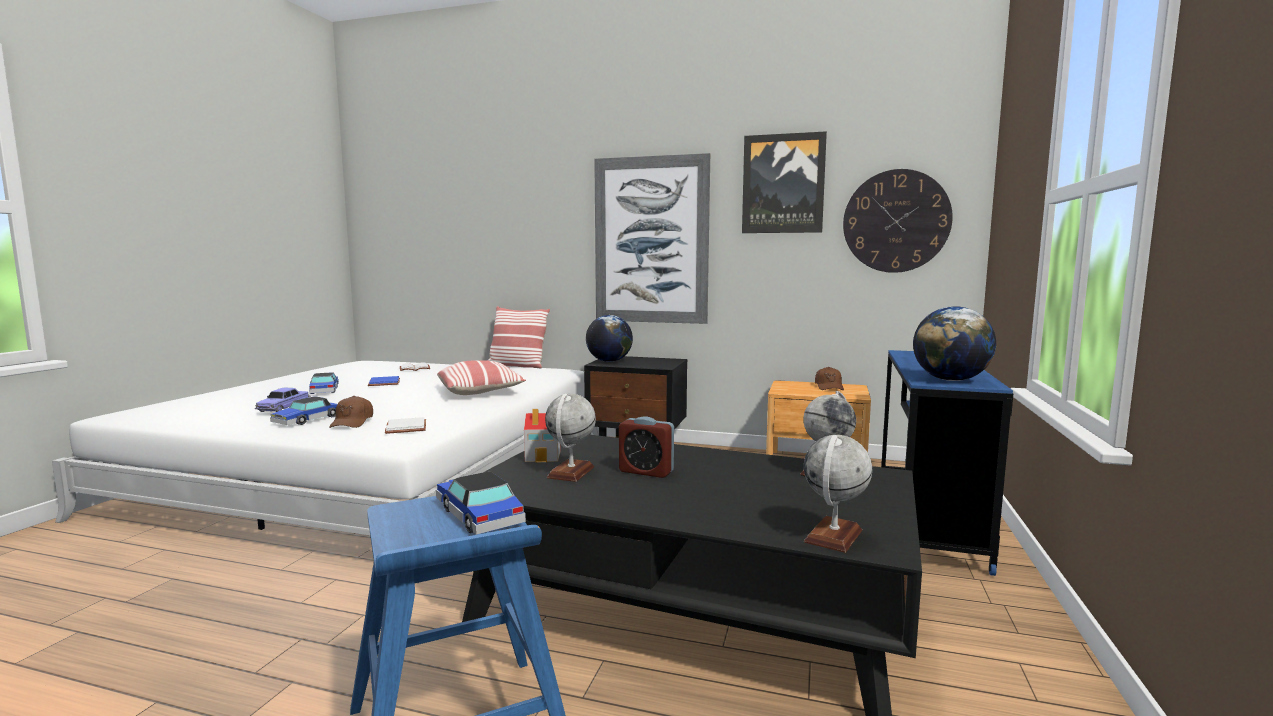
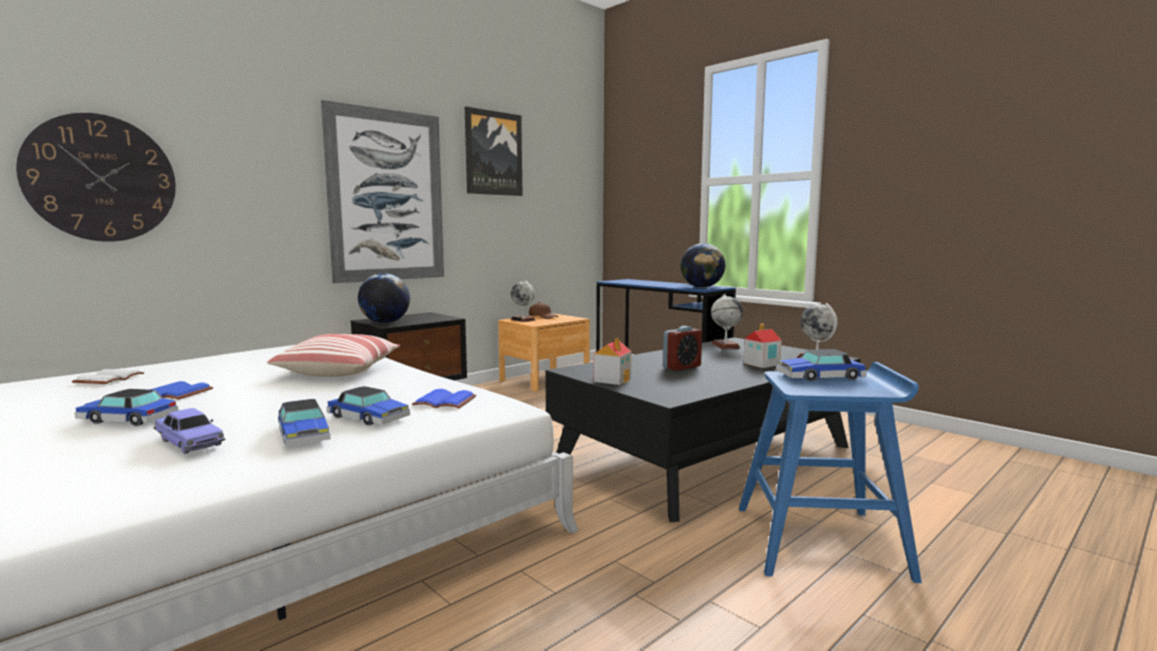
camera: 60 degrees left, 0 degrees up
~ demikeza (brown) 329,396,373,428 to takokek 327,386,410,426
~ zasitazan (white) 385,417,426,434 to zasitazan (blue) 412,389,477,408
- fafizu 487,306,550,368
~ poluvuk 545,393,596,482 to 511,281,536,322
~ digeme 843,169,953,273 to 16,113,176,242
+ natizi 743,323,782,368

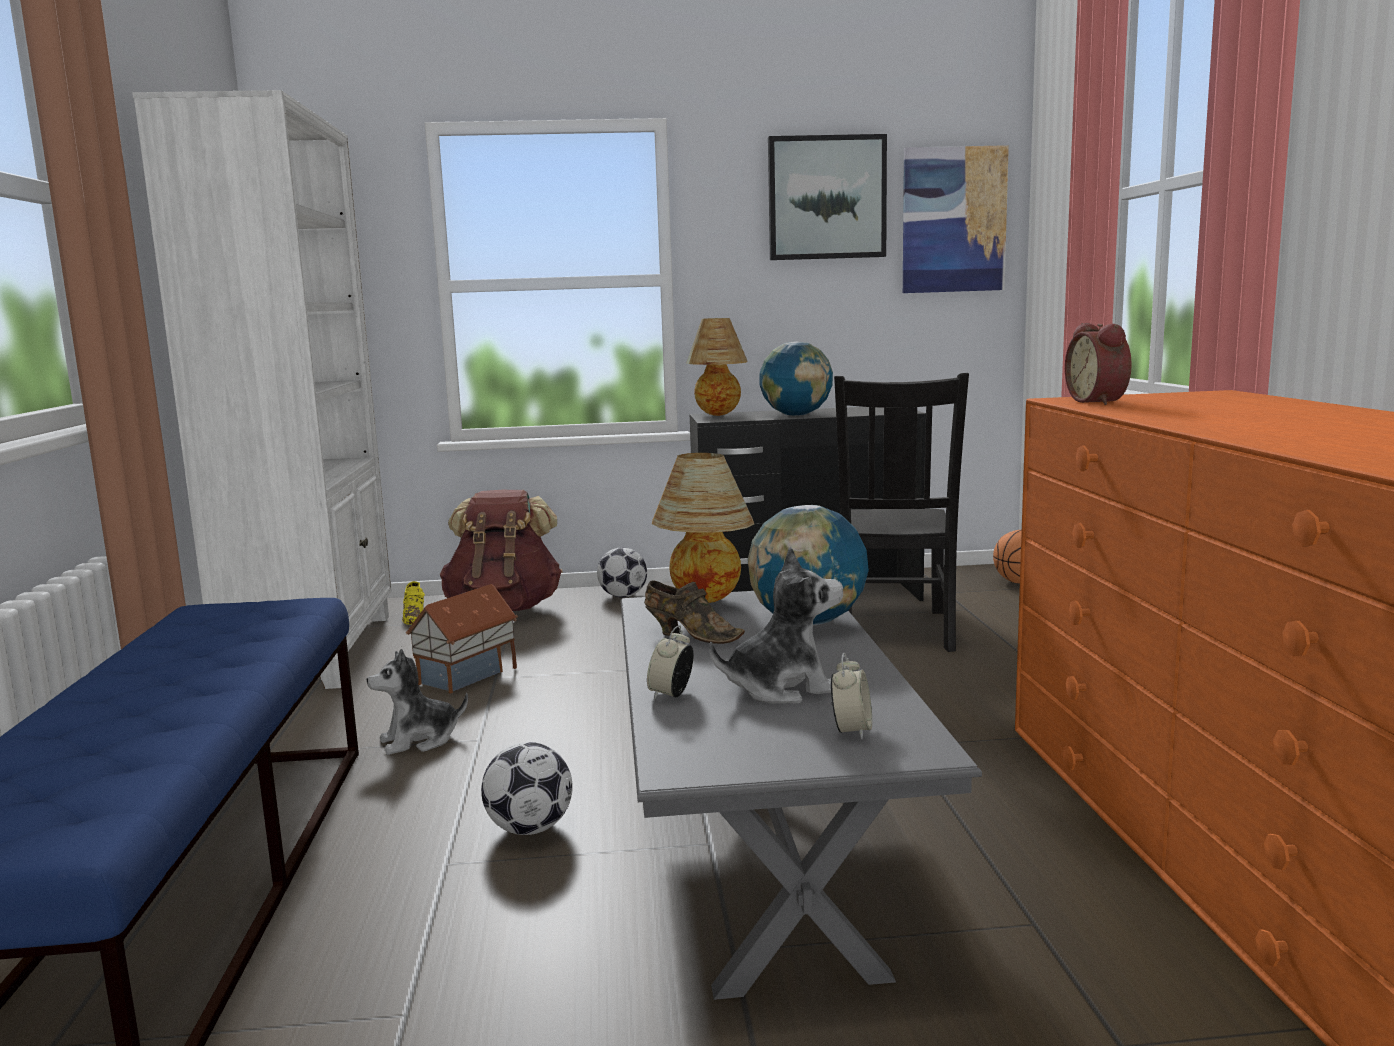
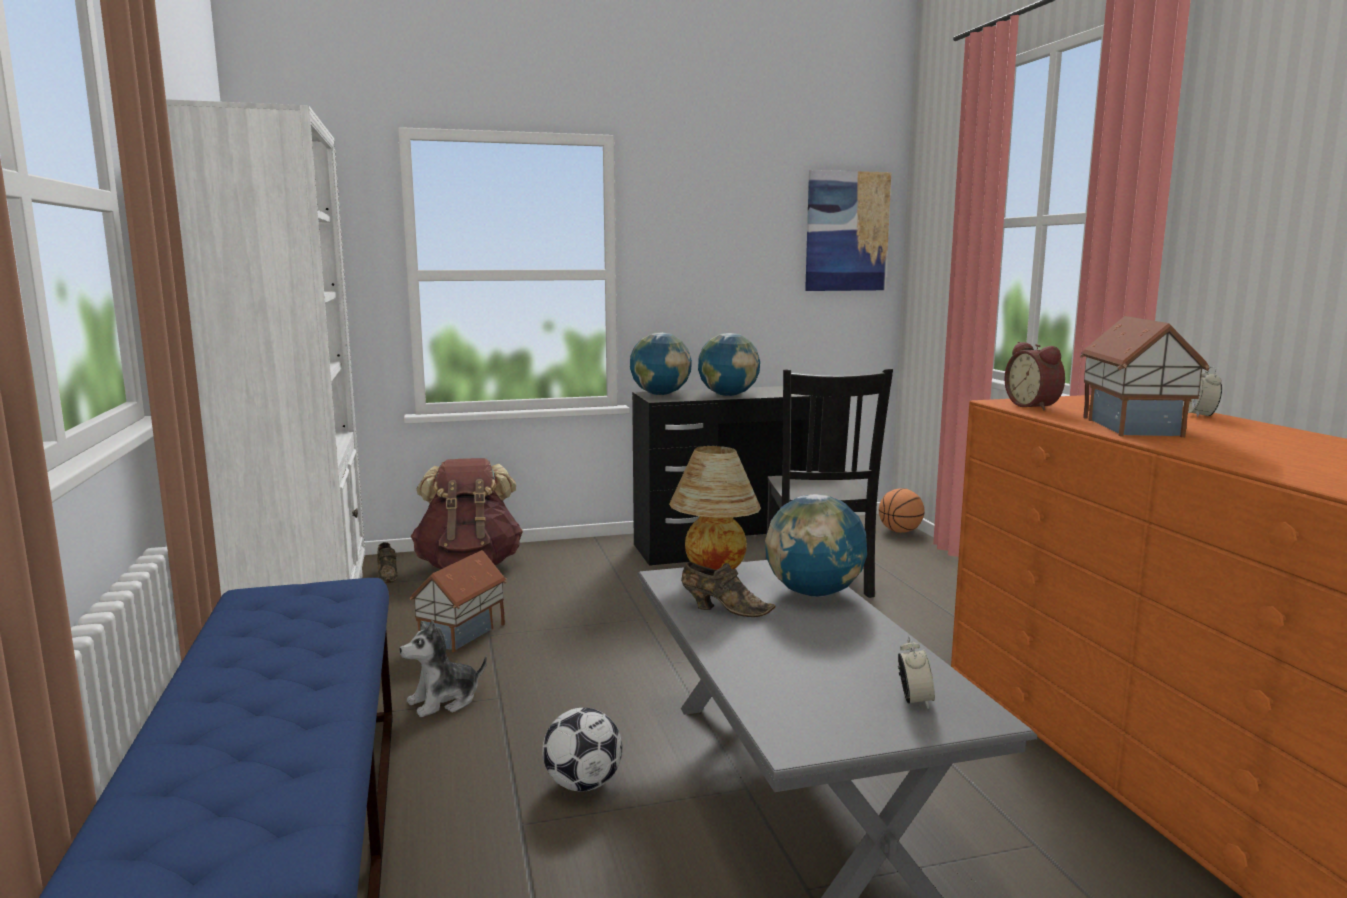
camera: 10 degrees left, 0 degrees up
~ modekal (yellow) 402,581,425,625 to modekal (brown) 377,542,398,583
- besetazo 597,547,647,598
~ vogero 647,625,694,700 to 1188,366,1222,417
~ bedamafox 686,318,748,416 to poluvuk 630,333,692,395
- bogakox 709,546,843,704
- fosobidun 768,134,887,260
+ natizi 1080,316,1209,438

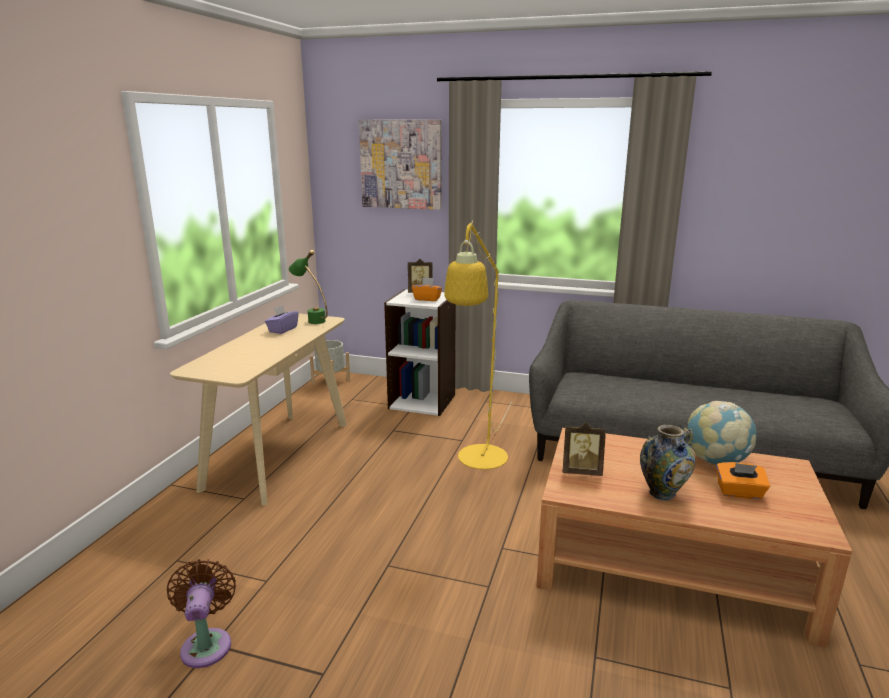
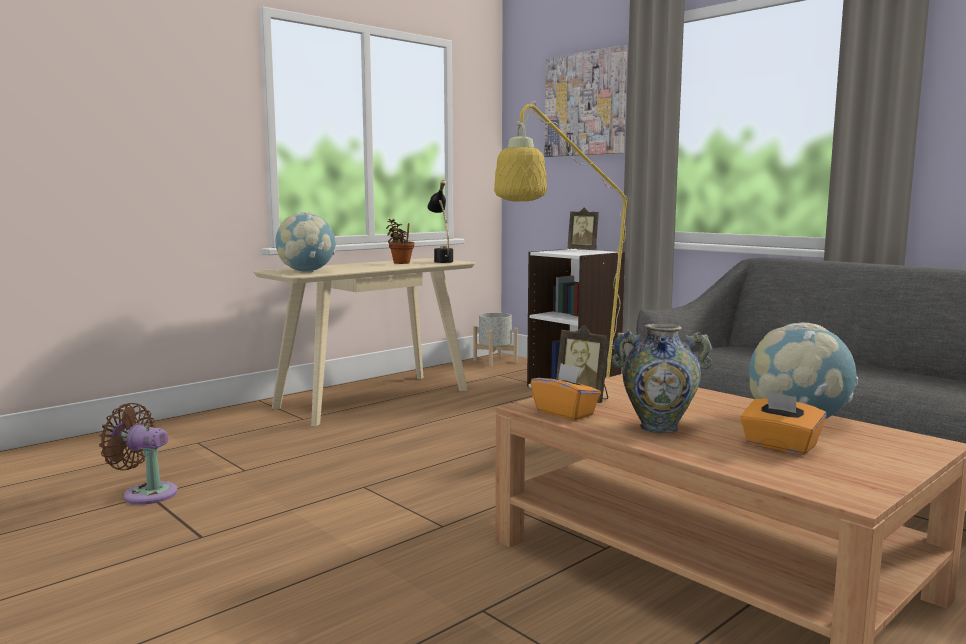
camera: 30 degrees right, 10 degrees down
~ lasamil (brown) 167,559,236,668 = 99,403,178,505 90 degrees counterclockwise
~ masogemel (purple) 265,305,299,334 to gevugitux 386,219,414,264
~ bedamafox (green) 289,250,328,324 to bedamafox (black) 427,180,453,263
~ masogemel (orange) 412,277,442,301 to 531,363,601,421
+ poluvuk 276,212,336,272

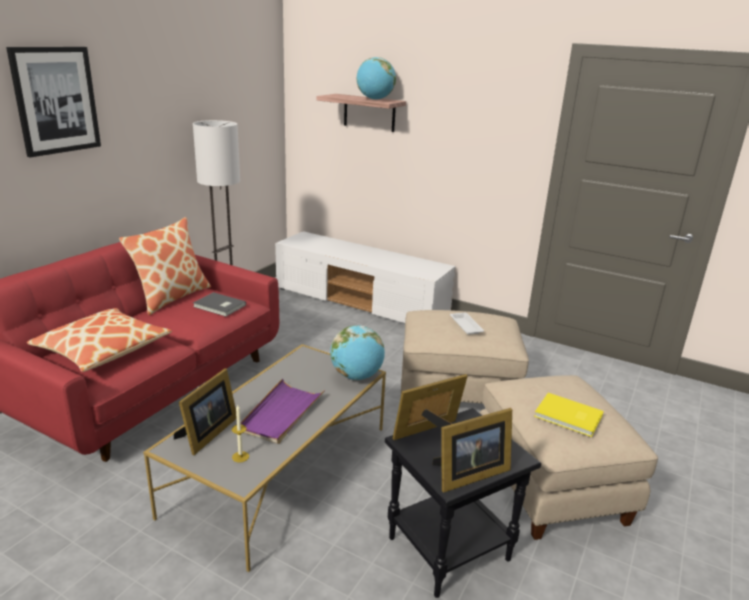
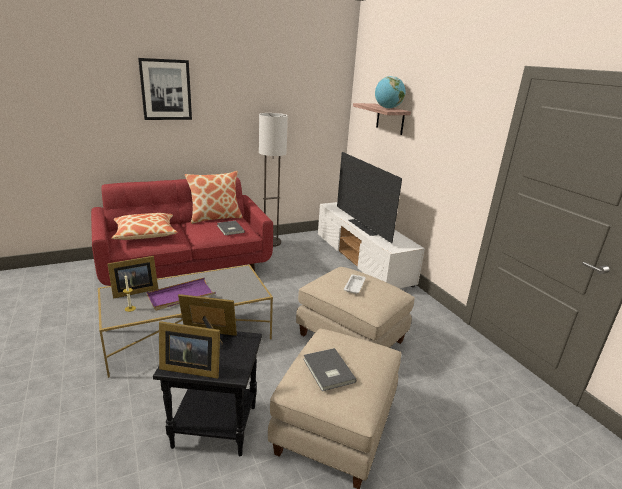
camera: 35 degrees right, 0 degrees up
- poluvuk 330,325,385,380
~ zasitazan (yellow) 534,393,603,437 to zasitazan (grey) 303,348,357,391
+ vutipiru 337,152,402,243

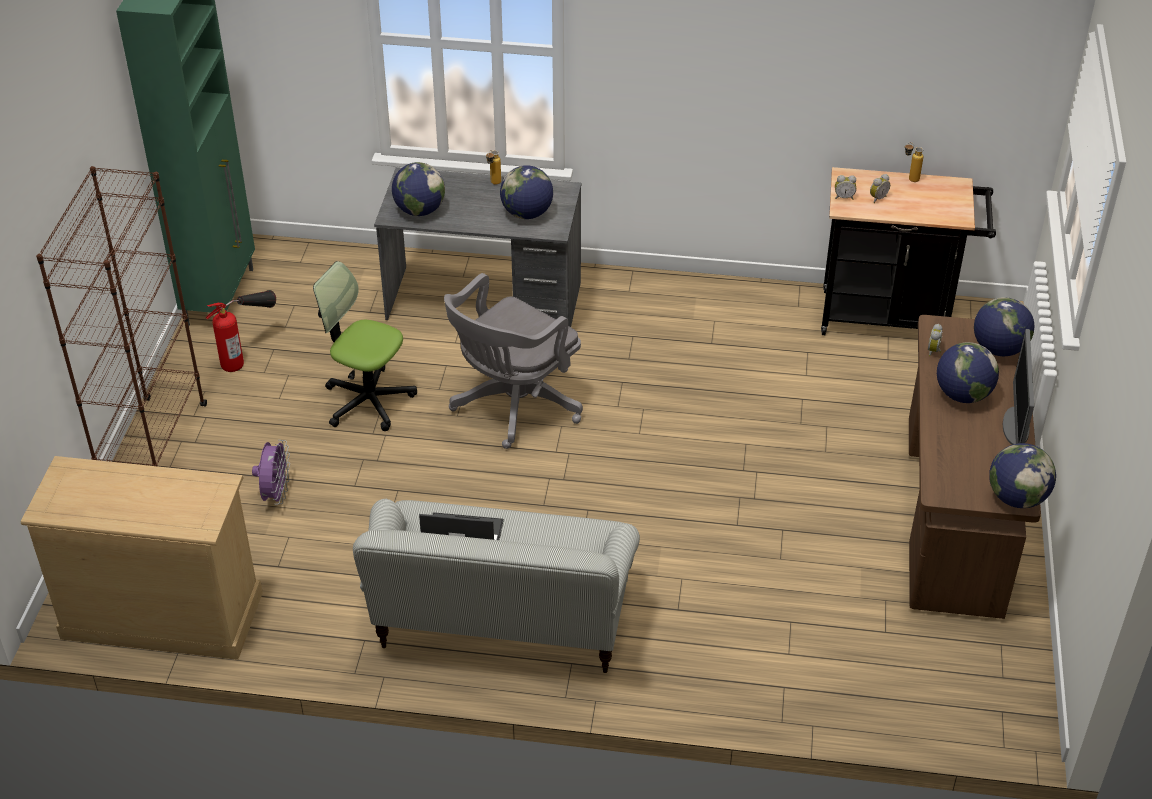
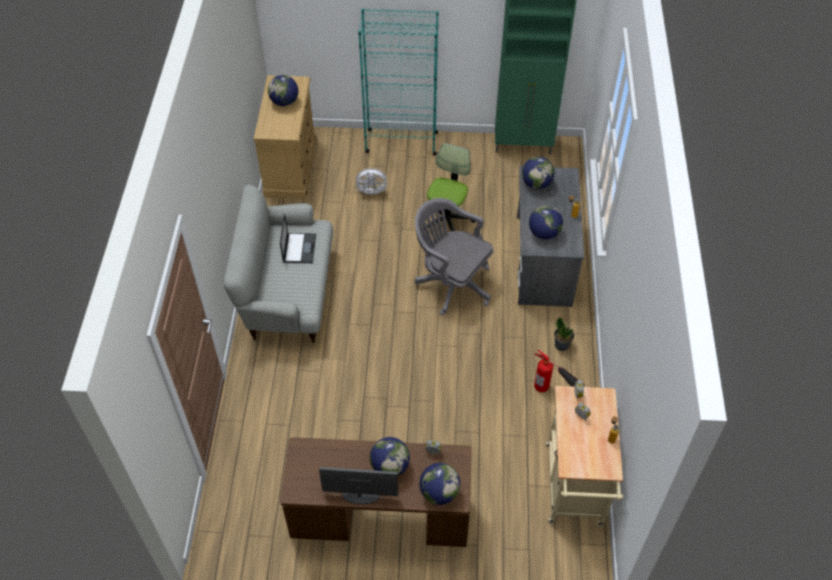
camera: 85 degrees right, 10 degrees up
~ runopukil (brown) 36,166,207,466 to runopukil (turquoise) 358,8,439,156
~ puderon 206,290,276,372 to 534,350,585,392
~ lasamil (purple) 252,440,290,505 to lasamil (white) 354,168,389,197
~ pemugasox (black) 821,167,996,335 to pemugasox (beige) 545,386,623,526
~ poluvuk 989,443,1056,508 to 268,75,298,106
+ gevugitux 554,317,574,351

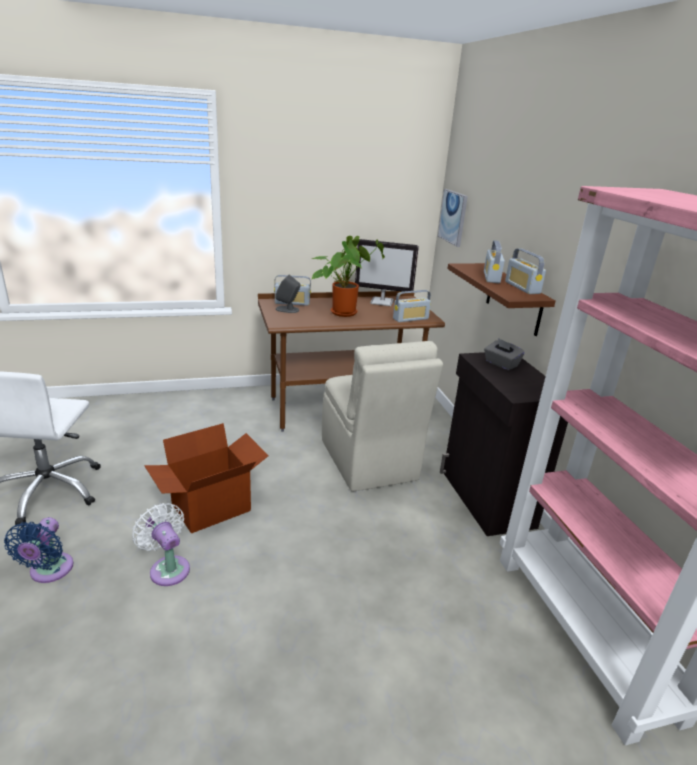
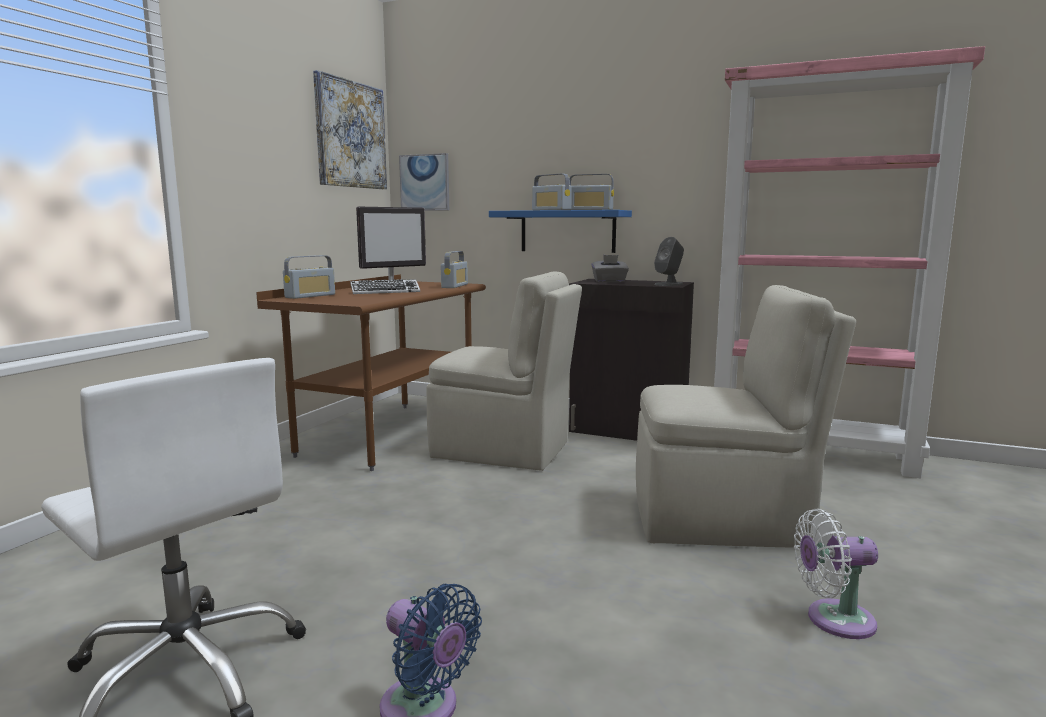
camera: 50 degrees left, 15 degrees down
~ lasamil (white) 132,503,190,586 to 794,509,878,639
- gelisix 144,423,269,533
~ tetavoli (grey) 275,274,301,313 to 654,237,684,286
~ gevugitux 312,236,385,317 to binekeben 350,279,420,294
~ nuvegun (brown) 447,263,556,336 to nuvegun (blue) 489,210,632,253
+ fosobidun 313,70,387,189
+ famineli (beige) 636,285,856,548

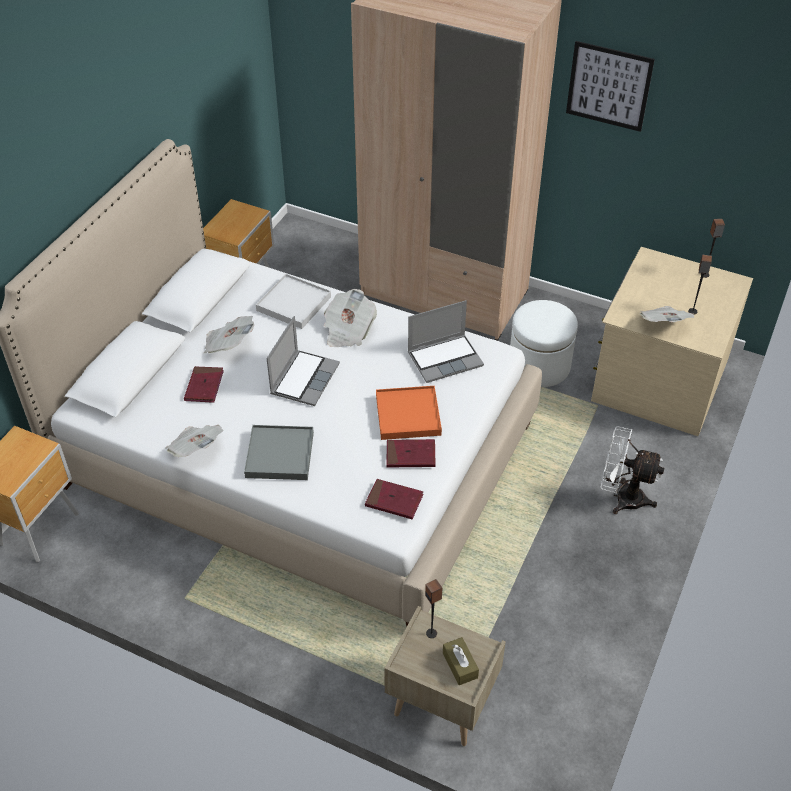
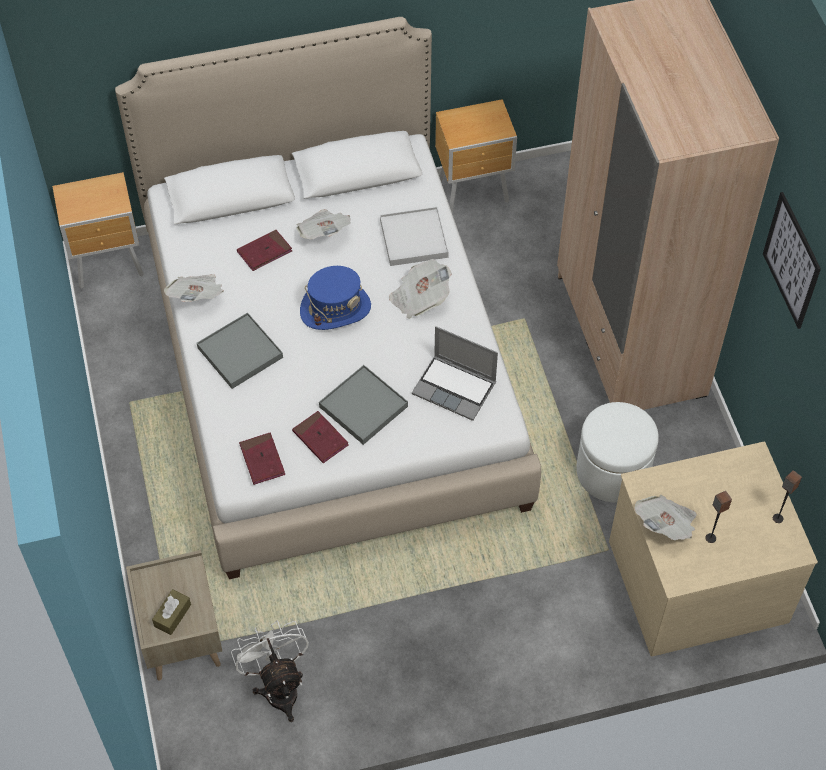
camera: 50 degrees right, 10 degrees up
~ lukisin 266,316,340,406 to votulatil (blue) 300,266,371,330
~ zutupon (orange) 376,386,442,440 to zutupon (grey) 319,365,408,445
- tetavoli 425,579,442,638
~ lasamil (white) 601,426,664,514 to 231,620,309,722

